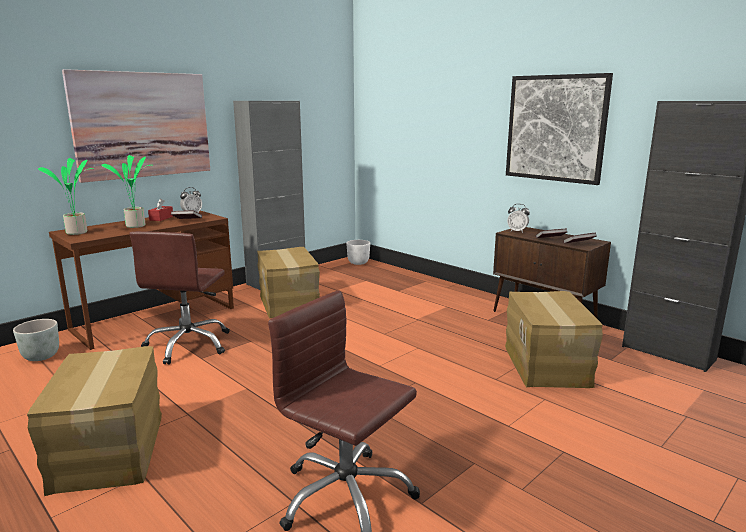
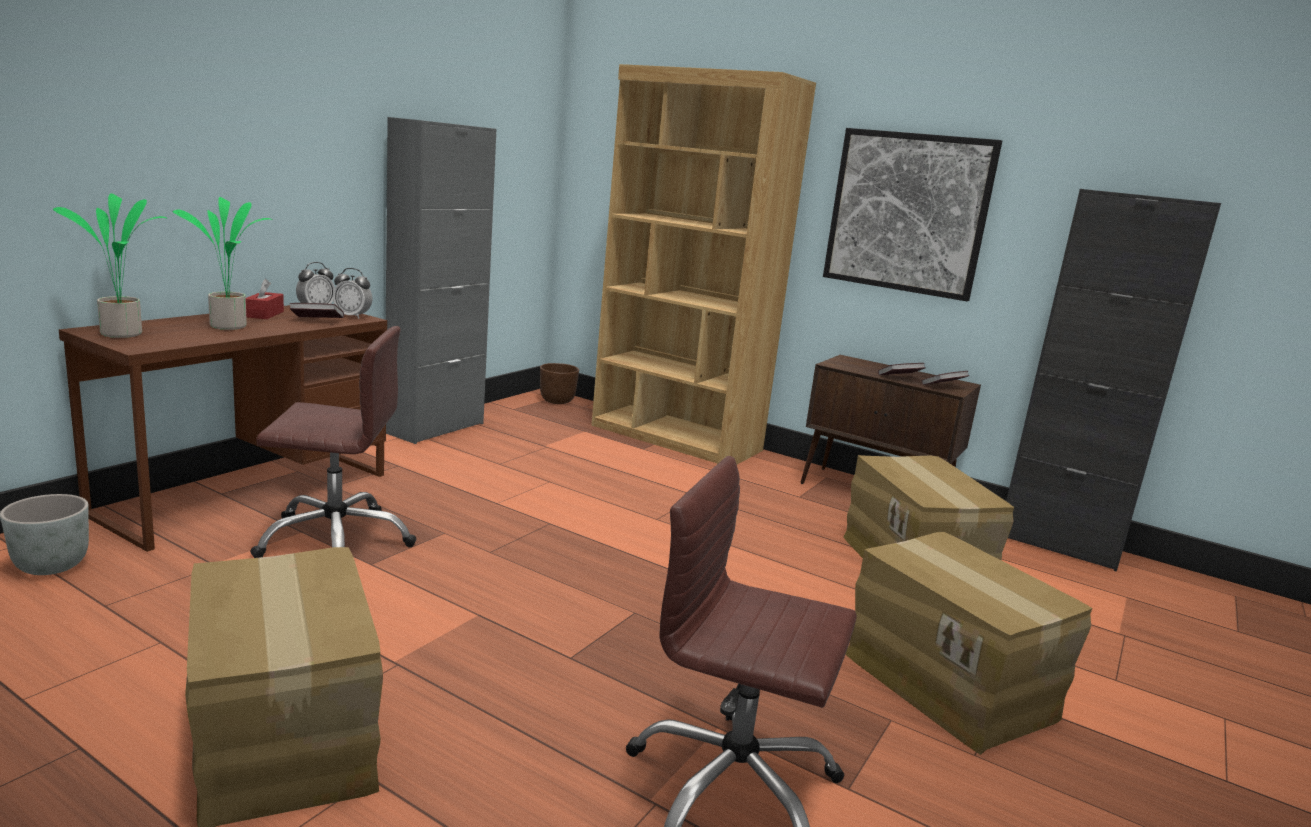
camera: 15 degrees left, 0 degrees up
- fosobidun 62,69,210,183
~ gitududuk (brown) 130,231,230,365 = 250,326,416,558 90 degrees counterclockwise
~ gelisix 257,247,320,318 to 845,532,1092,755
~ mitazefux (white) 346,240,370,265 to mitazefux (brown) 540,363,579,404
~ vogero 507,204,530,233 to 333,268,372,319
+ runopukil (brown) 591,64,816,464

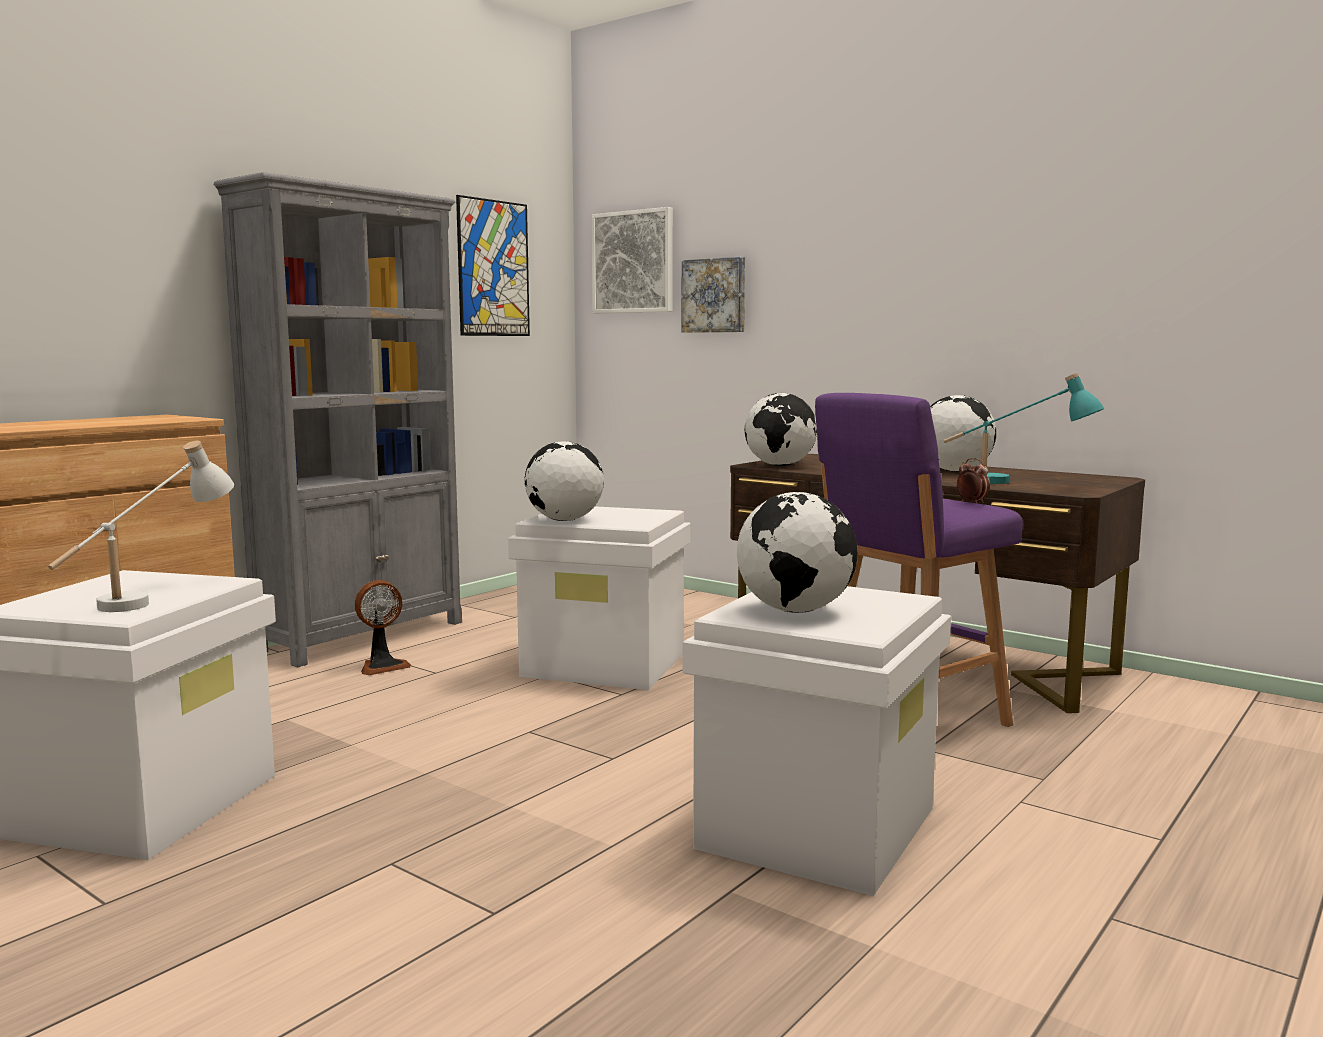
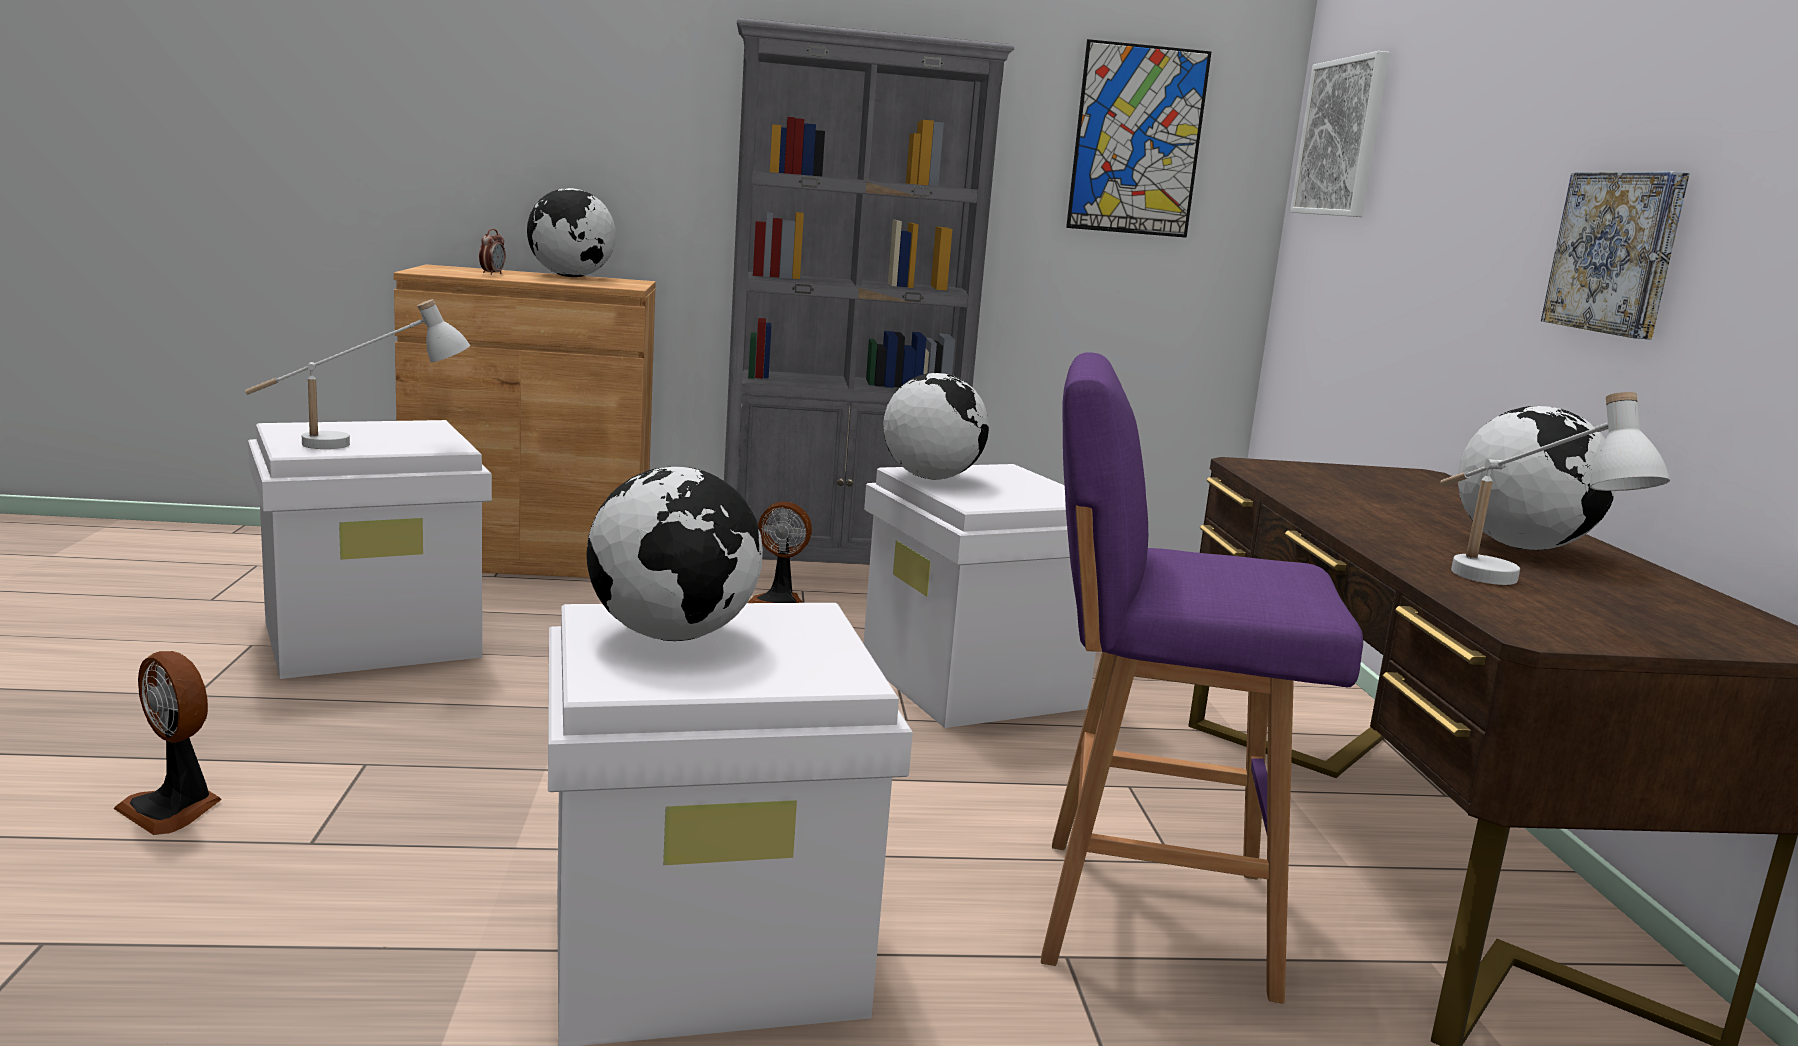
camera: 45 degrees right, 5 degrees up
~ fosobidun 681,257,745,333 to 1541,171,1690,340
~ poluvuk 744,393,817,466 to 527,188,616,277
~ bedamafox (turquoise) 943,373,1104,484 to bedamafox (white) 1440,392,1670,585
~ vogero 957,458,990,504 to 479,229,506,275
+ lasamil 113,651,221,835

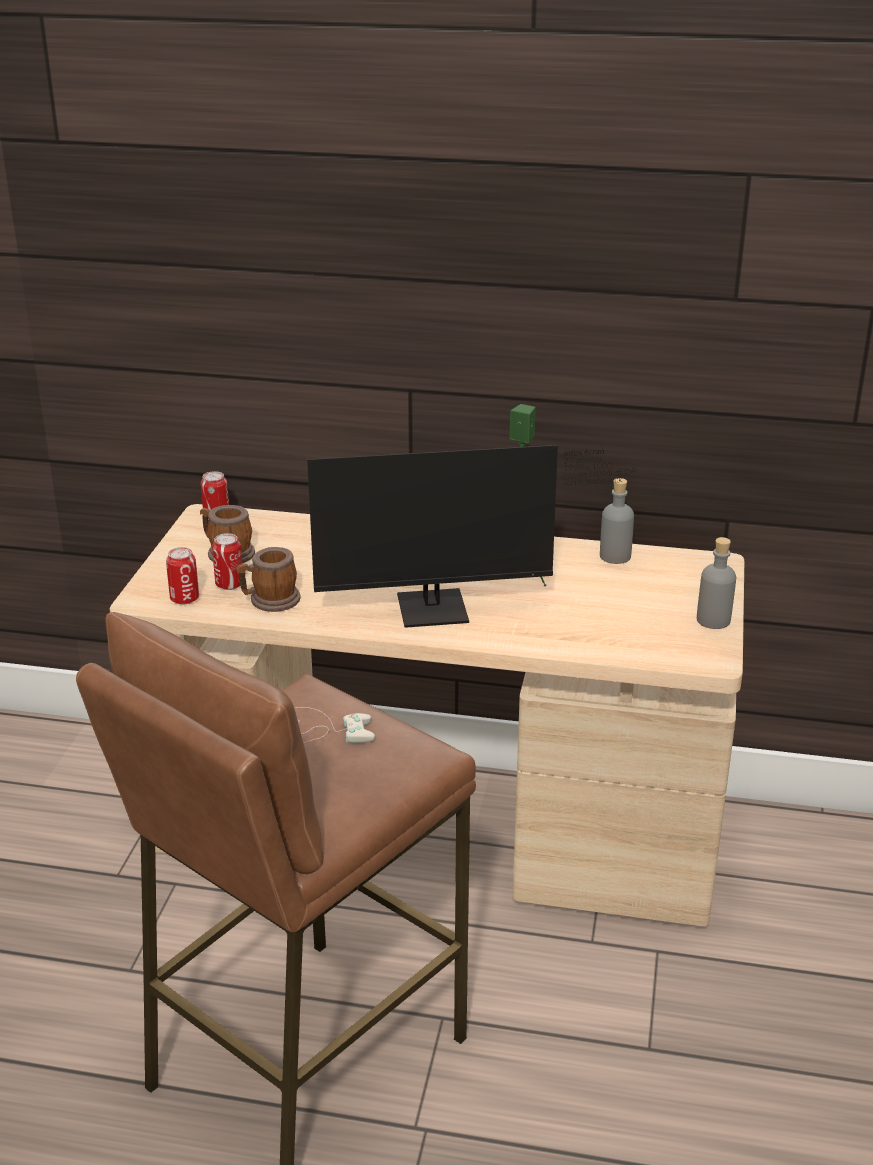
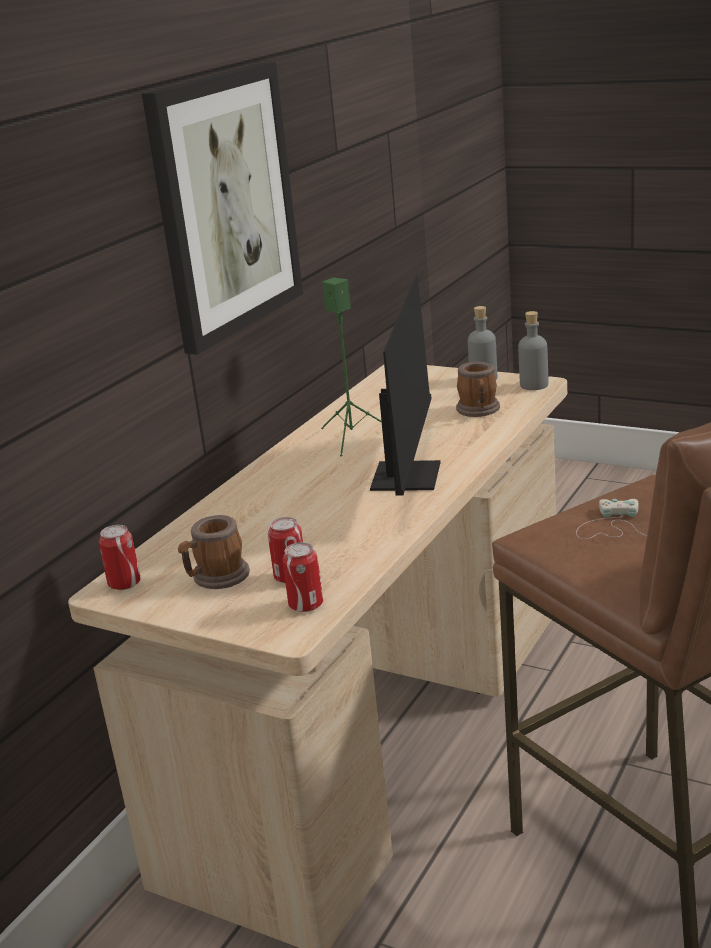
camera: 70 degrees left, 5 degrees down
~ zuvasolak 236,547,301,612 to 456,361,500,417
~ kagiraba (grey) 600,478,634,564 to 518,311,548,390
+ fosobidun 142,62,303,355

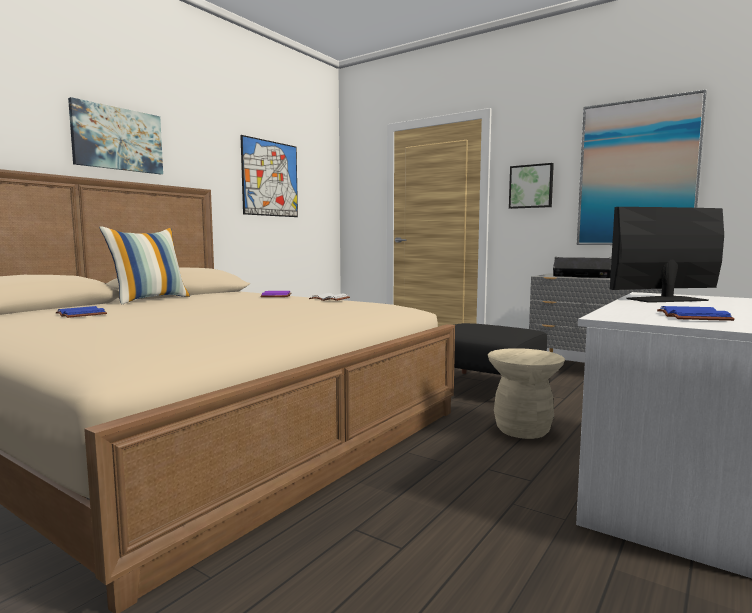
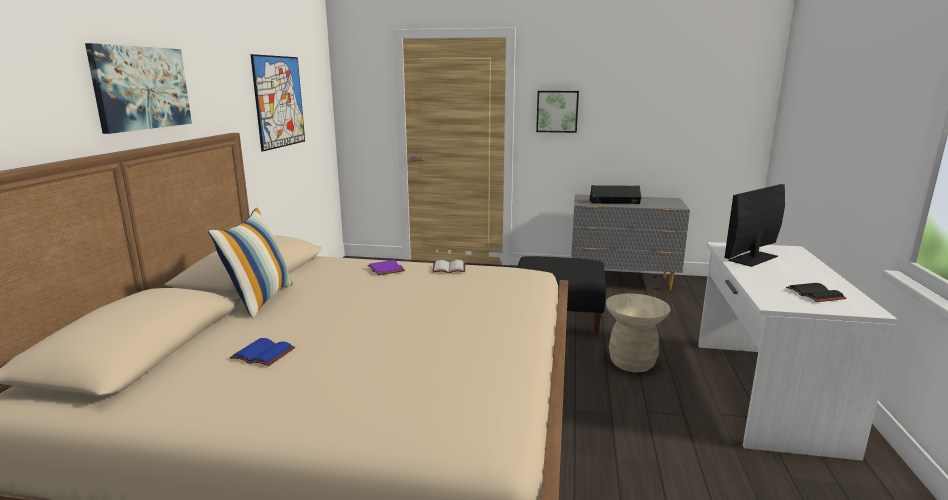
camera: 25 degrees left, 10 degrees up
- fosobidun 577,89,707,245
~ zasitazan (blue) 657,306,735,321 to zasitazan (black) 786,283,846,302

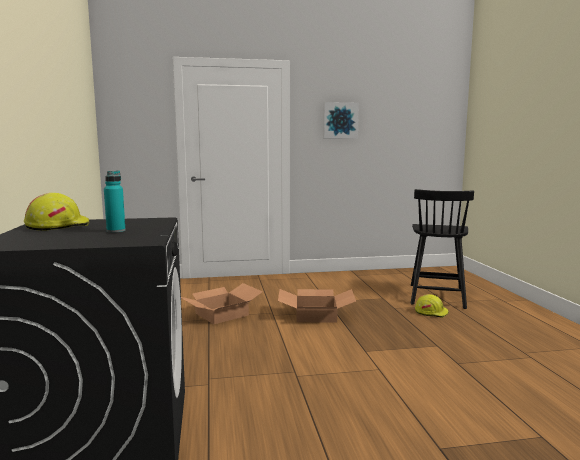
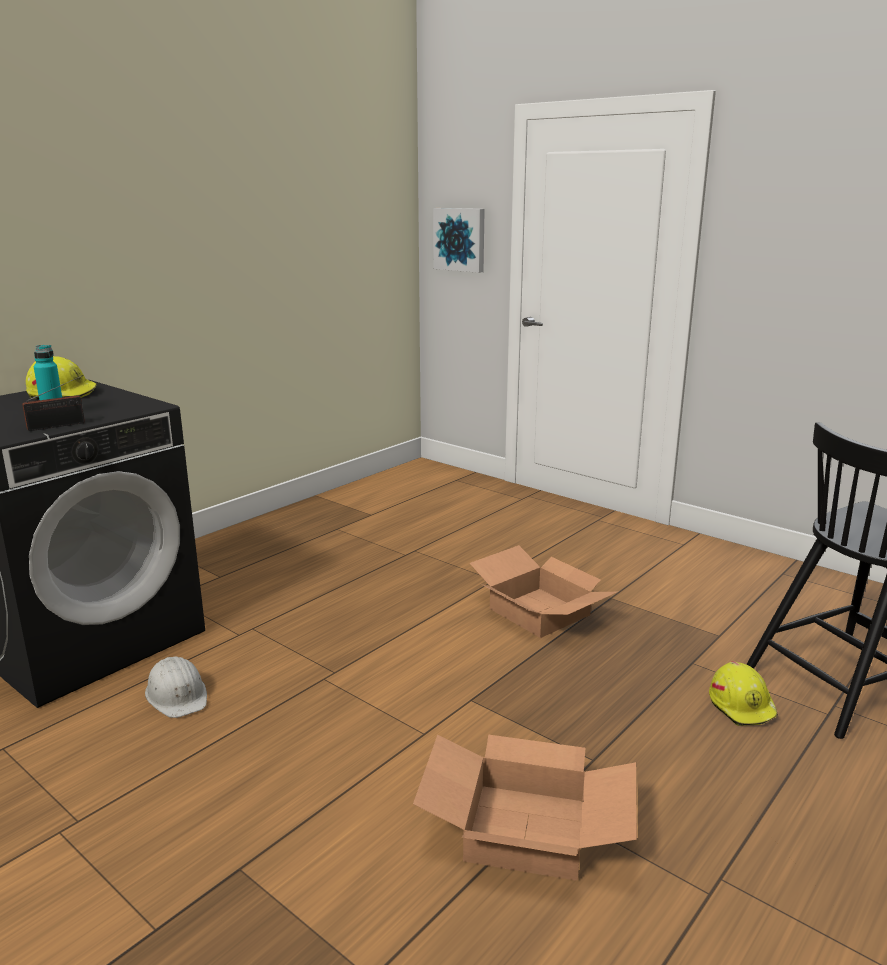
camera: 50 degrees right, 10 degrees up
~ gelisix 181,283,263,324 to 413,734,637,881
~ fosobidun 323,102,359,139 to 433,208,485,273
+ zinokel 22,375,85,431
+ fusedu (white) 145,657,207,718

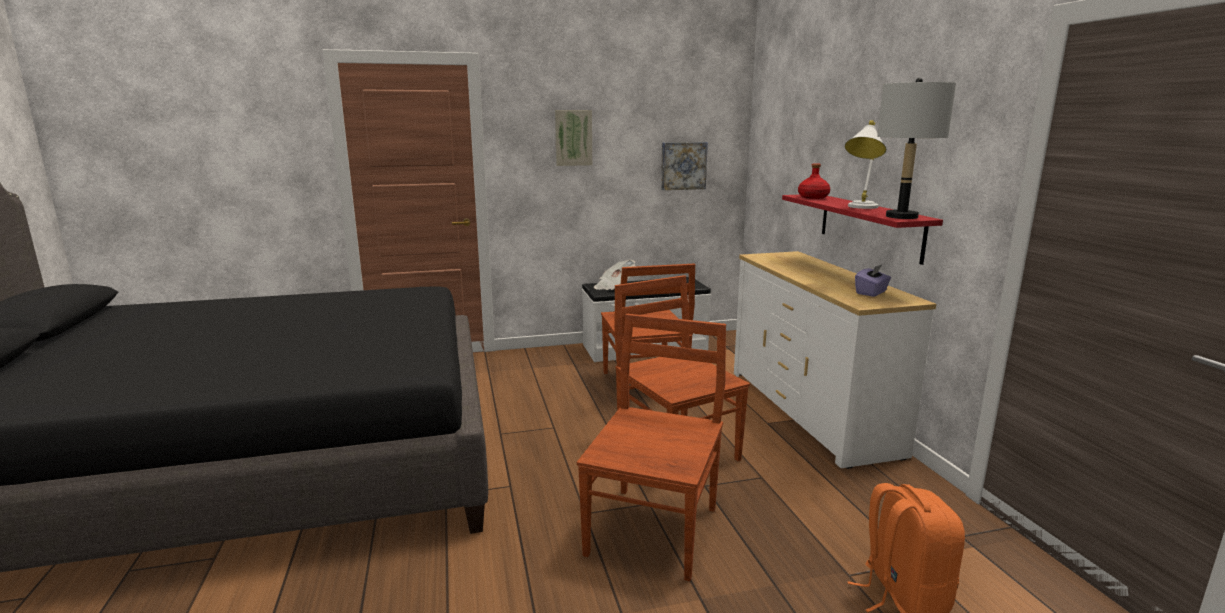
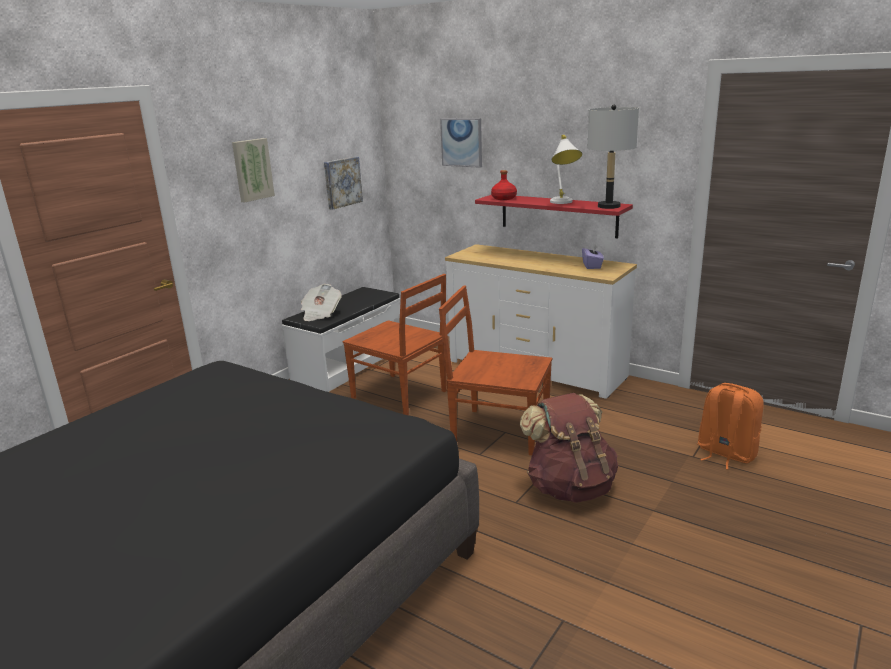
camera: 40 degrees left, 5 degrees up
~ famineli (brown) 577,314,726,581 to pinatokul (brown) 520,393,618,503
+ fosobidun 440,118,482,168

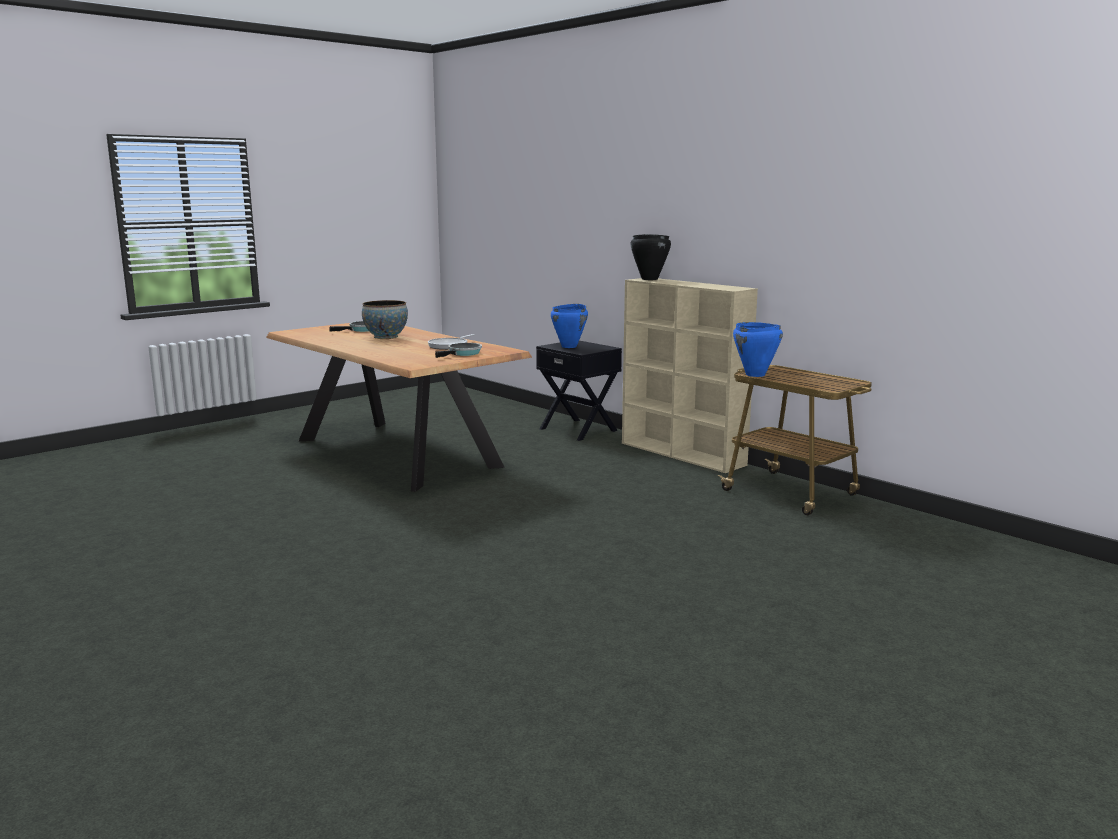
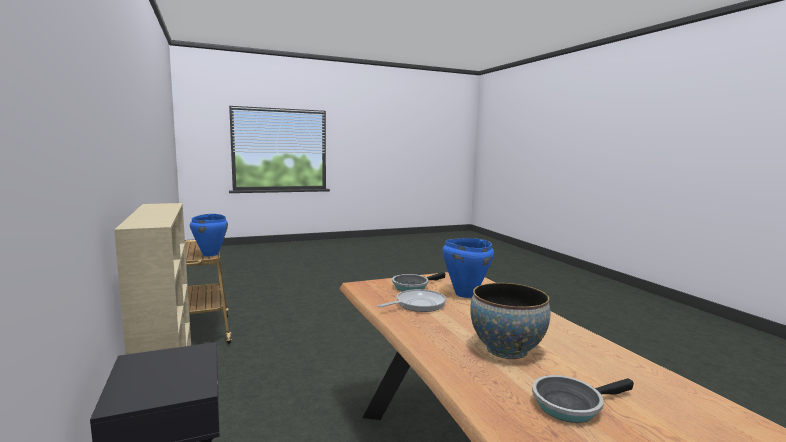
camera: 160 degrees left, 5 degrees down
~ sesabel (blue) 551,304,588,348 to 442,238,494,298
- sesabel (black) 631,234,671,280

